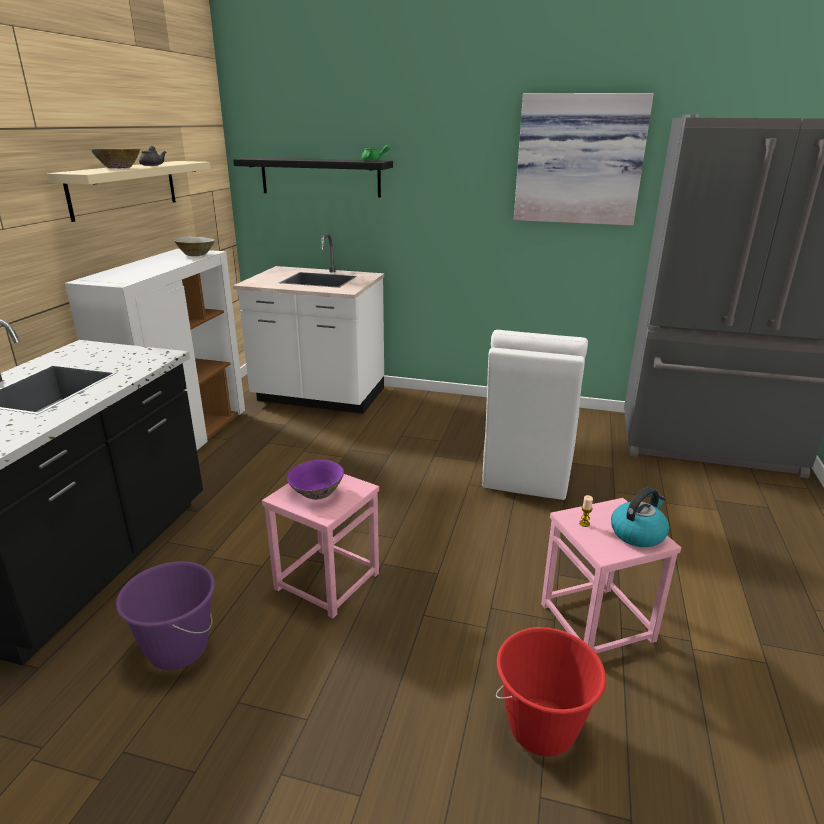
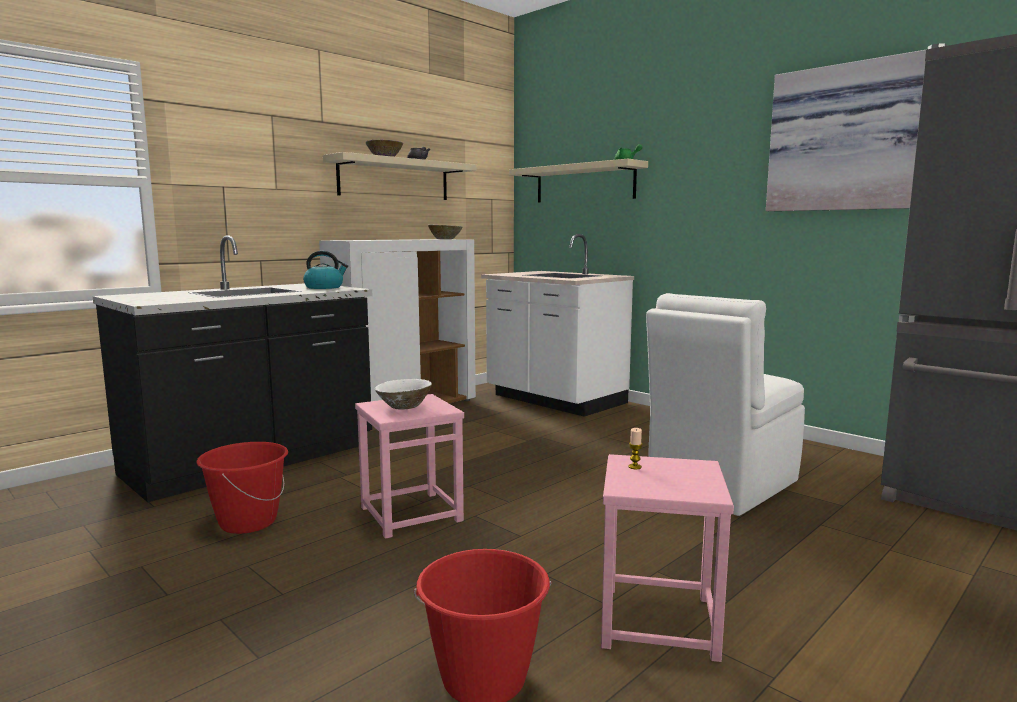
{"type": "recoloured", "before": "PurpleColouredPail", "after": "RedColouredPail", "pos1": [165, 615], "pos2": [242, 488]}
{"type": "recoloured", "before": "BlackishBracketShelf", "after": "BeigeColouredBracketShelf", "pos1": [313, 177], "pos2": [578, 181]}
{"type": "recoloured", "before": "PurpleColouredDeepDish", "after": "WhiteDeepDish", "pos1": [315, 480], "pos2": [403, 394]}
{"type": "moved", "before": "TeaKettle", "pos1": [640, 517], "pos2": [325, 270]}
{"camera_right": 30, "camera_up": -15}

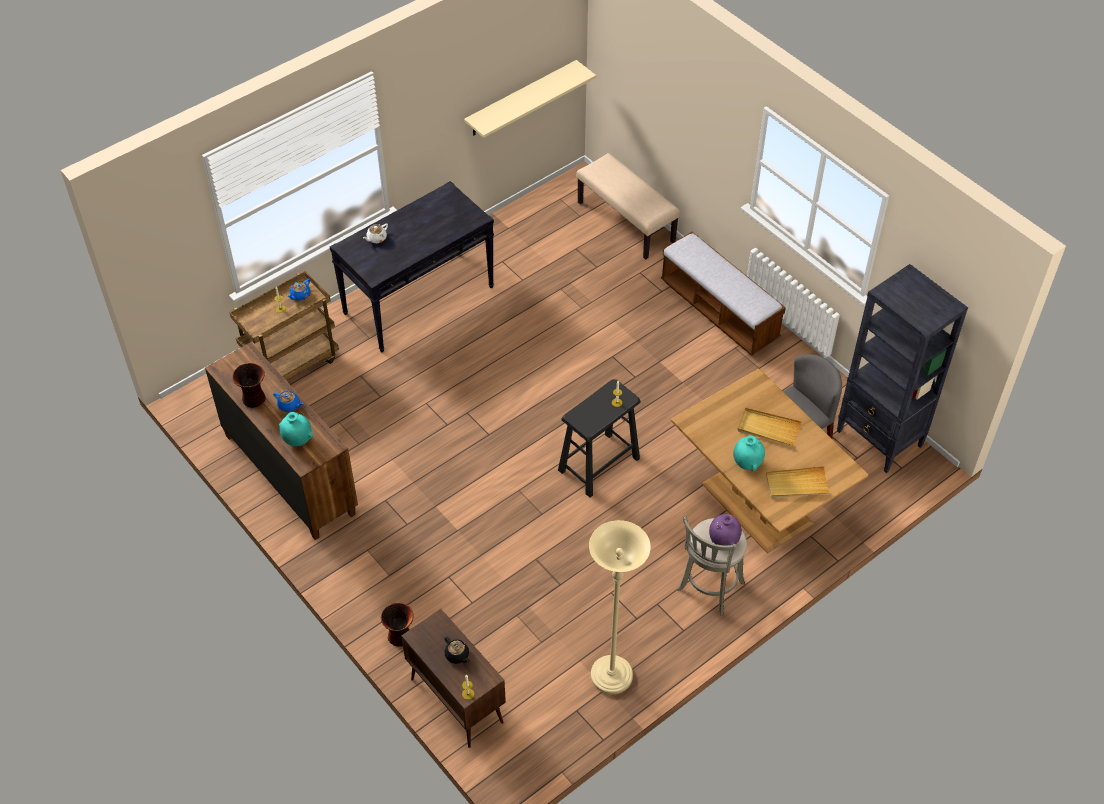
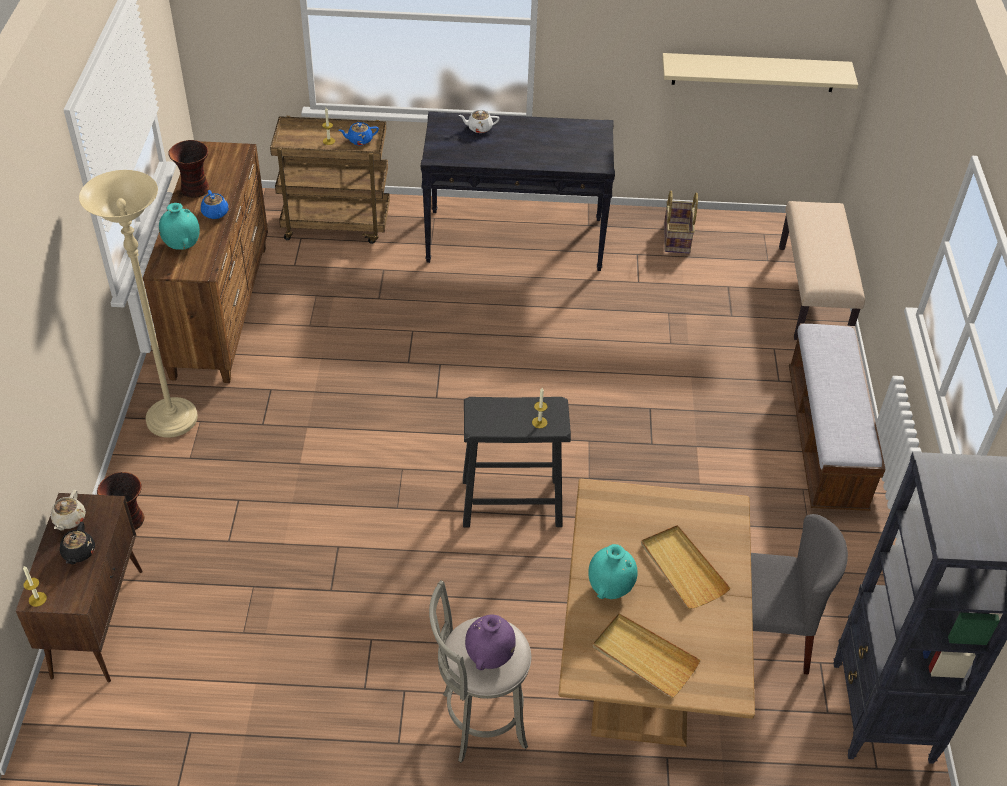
{"type": "moved", "before": "BeigeColouredFloorLamp", "pos1": [620, 607], "pos2": [138, 304]}
{"type": "added", "after": "BeigeColouredTeapot", "pos2": [68, 510]}
{"type": "added", "after": "StorageBasket", "pos2": [681, 222]}
{"camera_right": 40, "camera_up": -5}

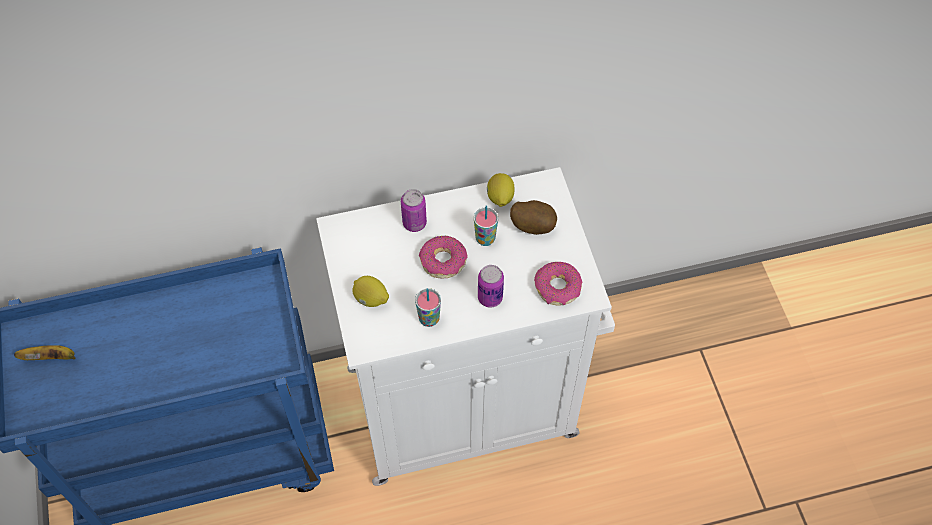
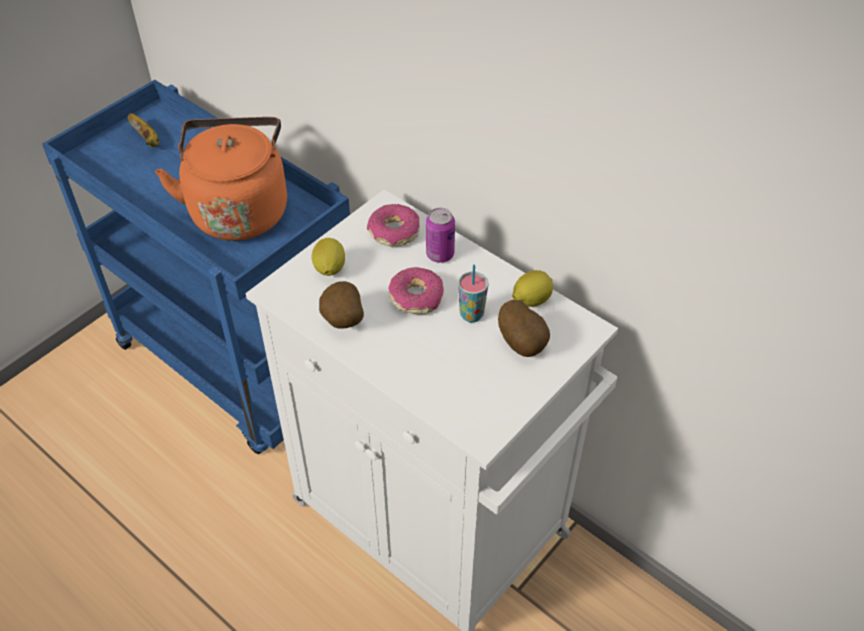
{"type": "replaced", "before": "SmallCup", "after": "Potato", "pos1": [428, 307], "pos2": [341, 305]}
{"type": "removed", "before": "MetalCan", "pos1": [491, 286]}
{"type": "moved", "before": "Donut", "pos1": [558, 284], "pos2": [393, 225]}
{"type": "added", "after": "OrangeTeaKettle", "pos2": [221, 179]}
{"camera_right": 55, "camera_up": -10}

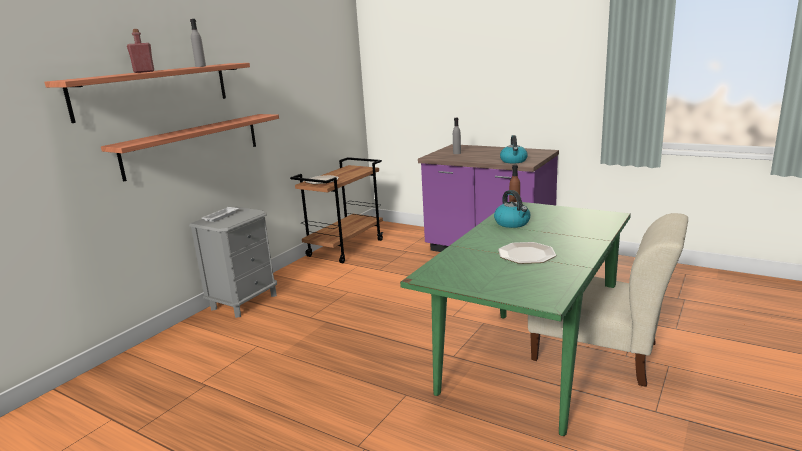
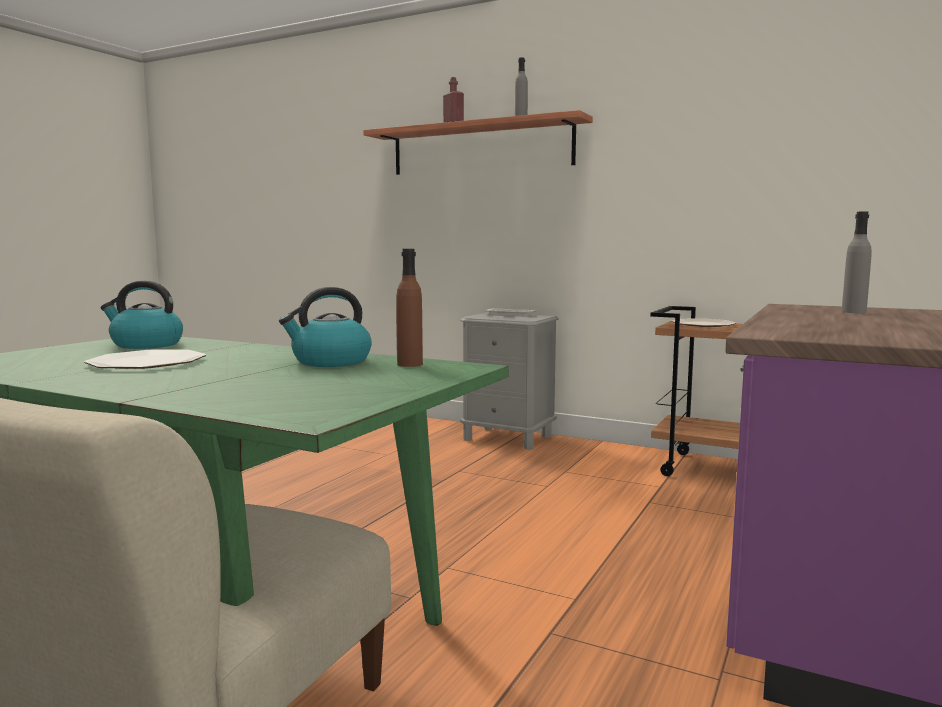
{"type": "removed", "before": "BracketShelf", "pos1": [190, 148]}
{"type": "moved", "before": "TeaKettle", "pos1": [514, 149], "pos2": [142, 315]}
{"camera_right": 85, "camera_up": -10}

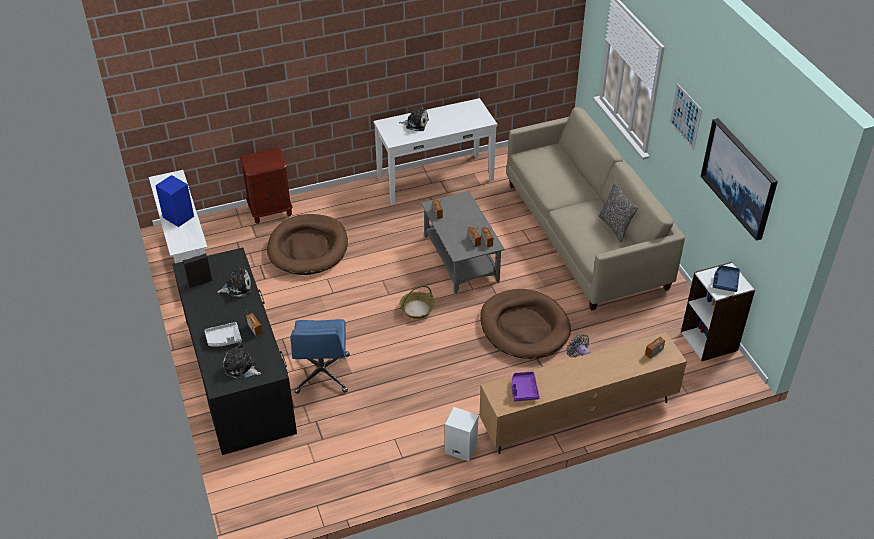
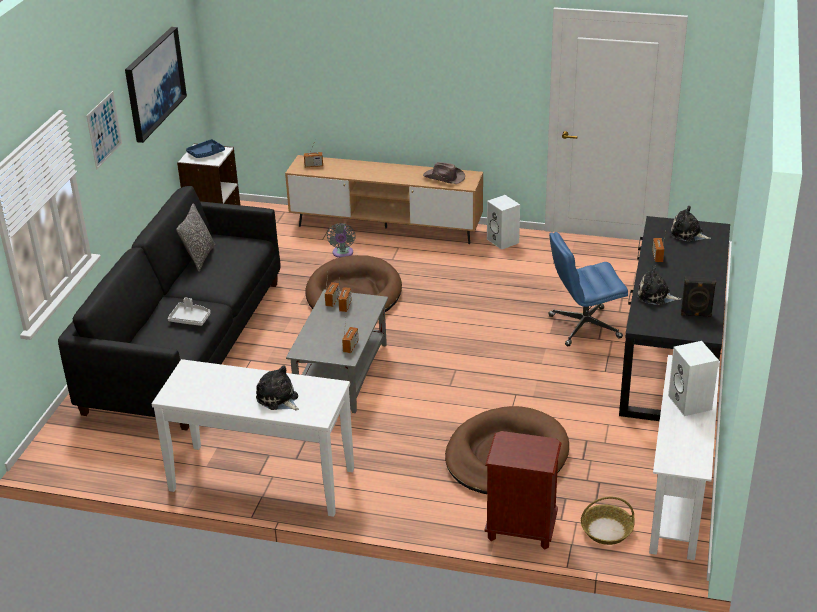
{"type": "recoloured", "before": "BlueSpeaker", "after": "WhiteSpeaker", "pos1": [174, 201], "pos2": [693, 378]}
{"type": "moved", "before": "GreyishTray", "pos1": [223, 334], "pos2": [189, 312]}
{"type": "turned", "before": "SoftToy", "pos1": [242, 360], "pos2": [690, 224], "turn": 150}
{"type": "turned", "before": "BlueDeskChair", "pos1": [320, 356], "pos2": [588, 289], "turn": -135}
{"type": "moved", "before": "StorageBasket", "pos1": [417, 302], "pos2": [607, 521]}
{"type": "recoloured", "before": "BeigeColouredSofa", "after": "BlackishSofa", "pos1": [595, 209], "pos2": [169, 308]}
{"type": "replaced", "before": "PurpleColouredTray", "after": "BrownColouredWearableHat", "pos1": [525, 386], "pos2": [444, 173]}
{"camera_right": -145, "camera_up": -10}

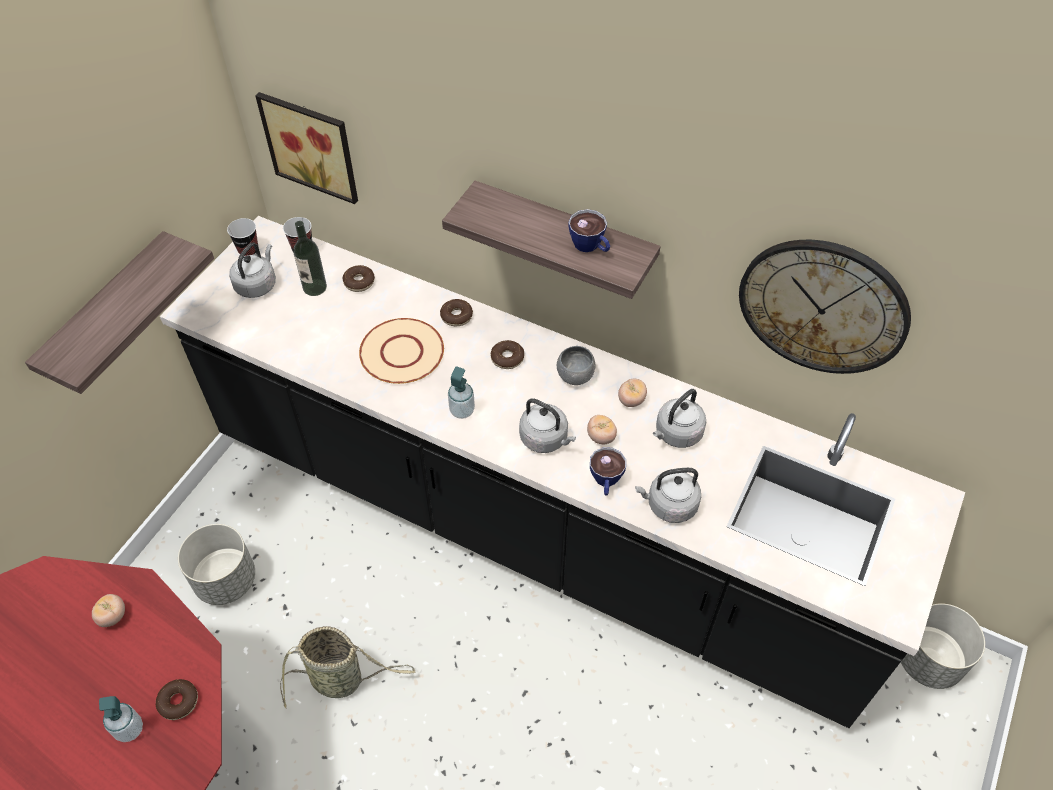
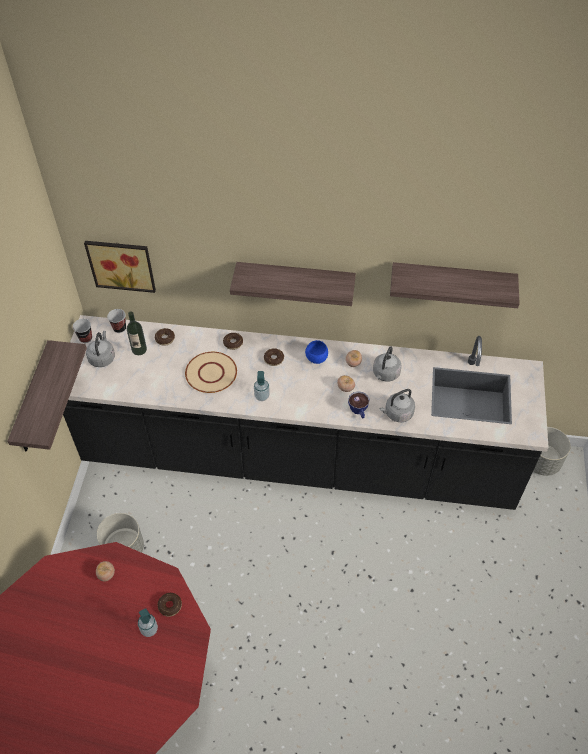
{"type": "removed", "before": "StorageBasket", "pos1": [347, 667]}
{"type": "removed", "before": "GreyishTeaKettle", "pos1": [547, 425]}
{"type": "recoloured", "before": "GreyishDeepDish", "after": "BlueDeepDish", "pos1": [576, 365], "pos2": [316, 352]}
{"type": "removed", "before": "SmallCup", "pos1": [589, 230]}
{"type": "replaced", "before": "ClockOnTheWall", "after": "BracketShelf", "pos1": [825, 307], "pos2": [455, 285]}
{"camera_right": -20, "camera_up": 0}

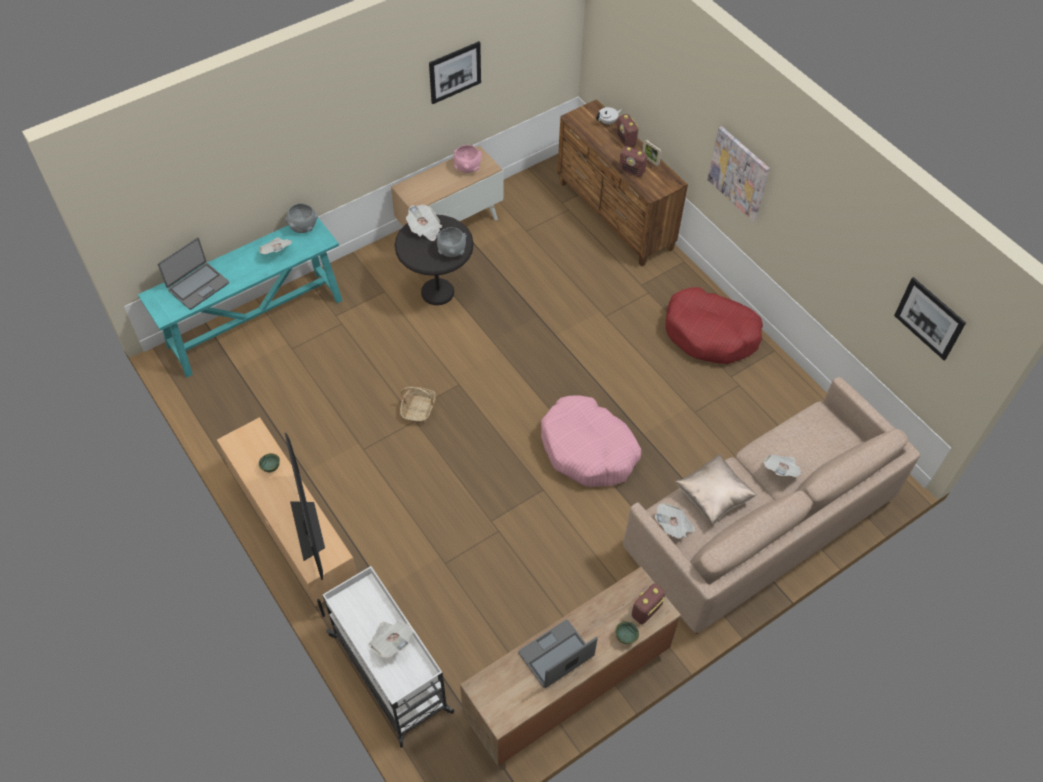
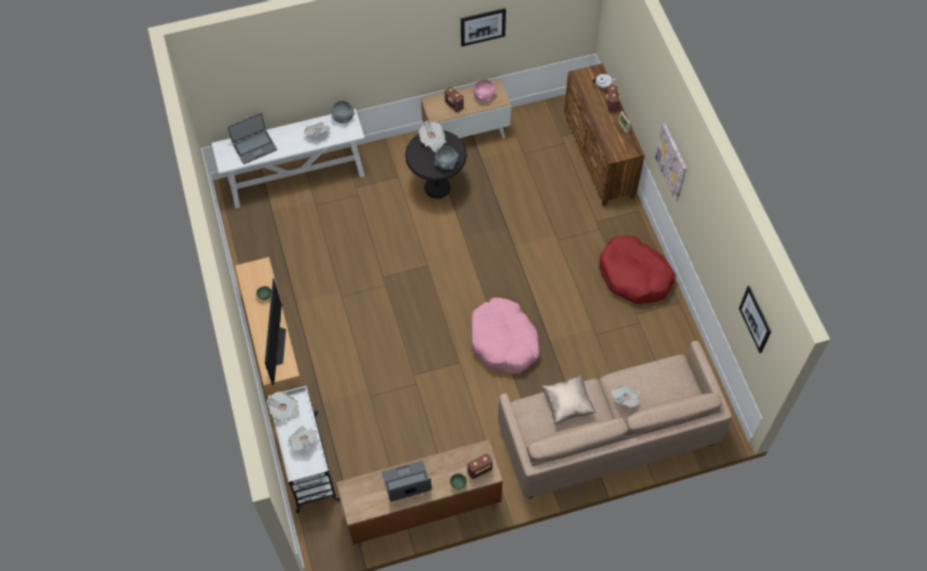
{"type": "recoloured", "before": "BlueGreenNarrowTable", "after": "WhiteNarrowTable", "pos1": [240, 298], "pos2": [288, 158]}
{"type": "removed", "before": "StorageBasket", "pos1": [418, 405]}
{"type": "moved", "before": "Radio", "pos1": [633, 161], "pos2": [454, 99]}
{"type": "moved", "before": "PrintedPaper", "pos1": [675, 521], "pos2": [283, 406]}
{"camera_right": 20, "camera_up": 5}

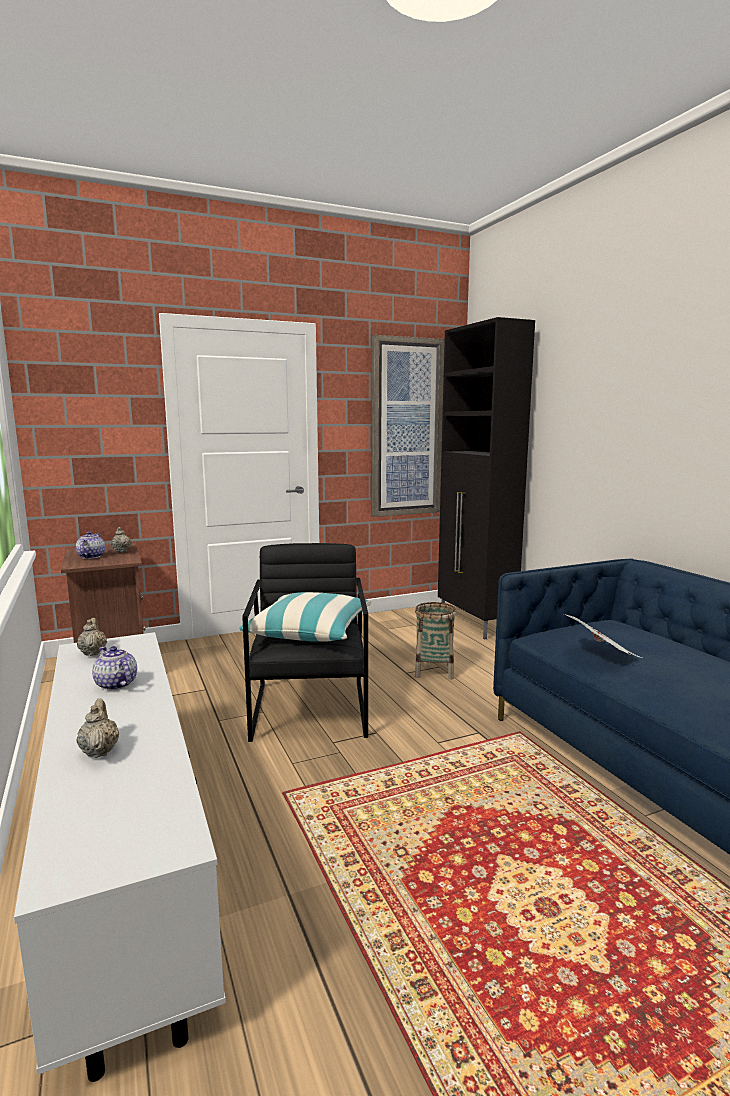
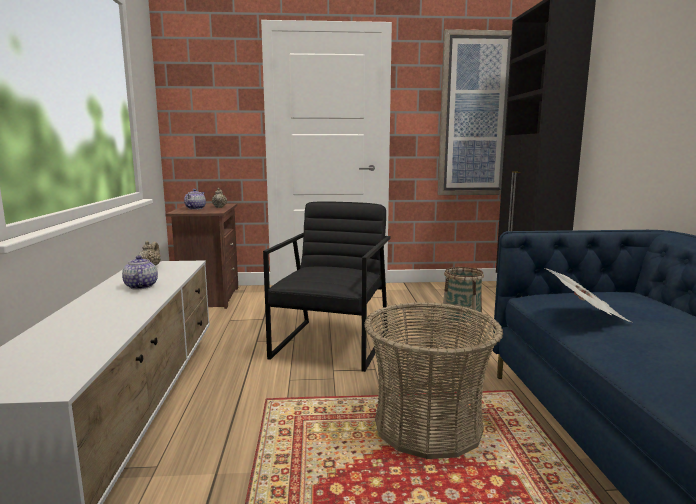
{"type": "removed", "before": "BeigeColouredTeapot", "pos1": [97, 728]}
{"type": "removed", "before": "Cushion", "pos1": [305, 617]}
{"type": "added", "after": "StorageBasket", "pos2": [433, 380]}
{"camera_right": 20, "camera_up": 0}

